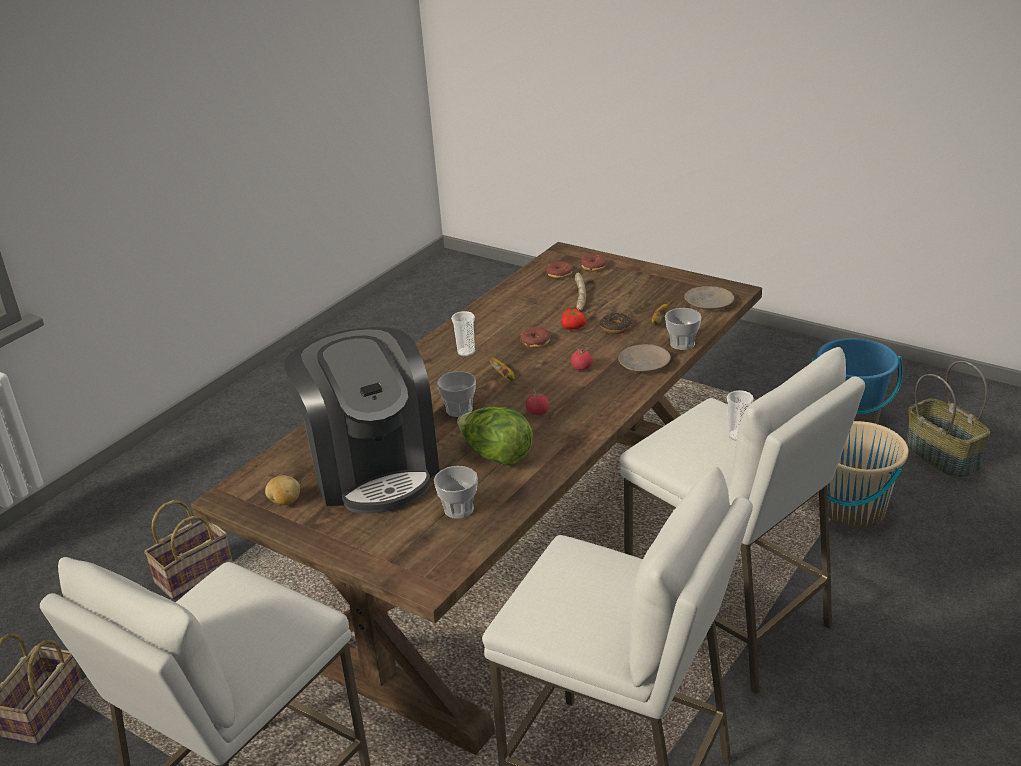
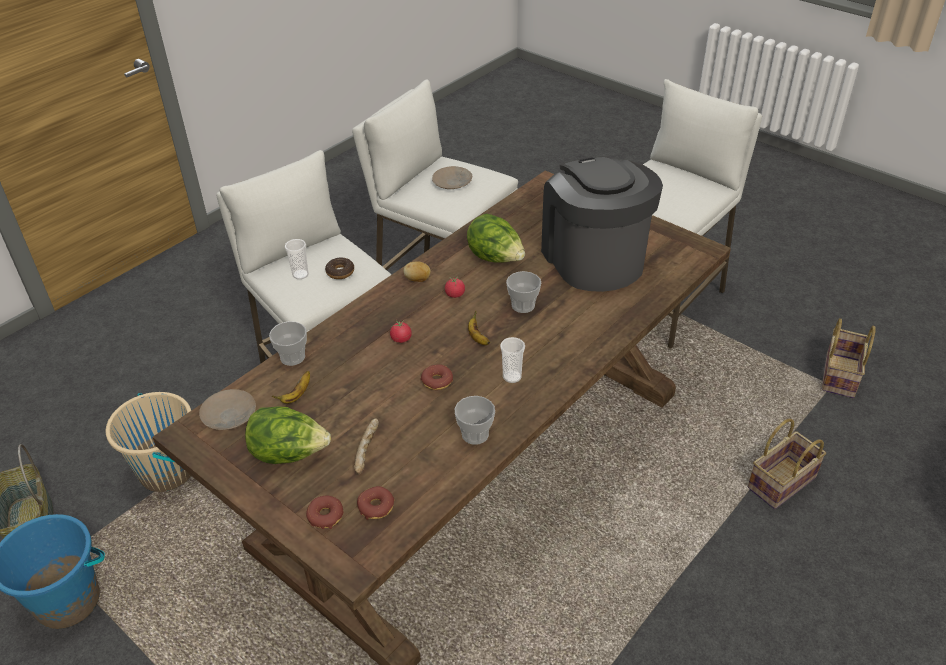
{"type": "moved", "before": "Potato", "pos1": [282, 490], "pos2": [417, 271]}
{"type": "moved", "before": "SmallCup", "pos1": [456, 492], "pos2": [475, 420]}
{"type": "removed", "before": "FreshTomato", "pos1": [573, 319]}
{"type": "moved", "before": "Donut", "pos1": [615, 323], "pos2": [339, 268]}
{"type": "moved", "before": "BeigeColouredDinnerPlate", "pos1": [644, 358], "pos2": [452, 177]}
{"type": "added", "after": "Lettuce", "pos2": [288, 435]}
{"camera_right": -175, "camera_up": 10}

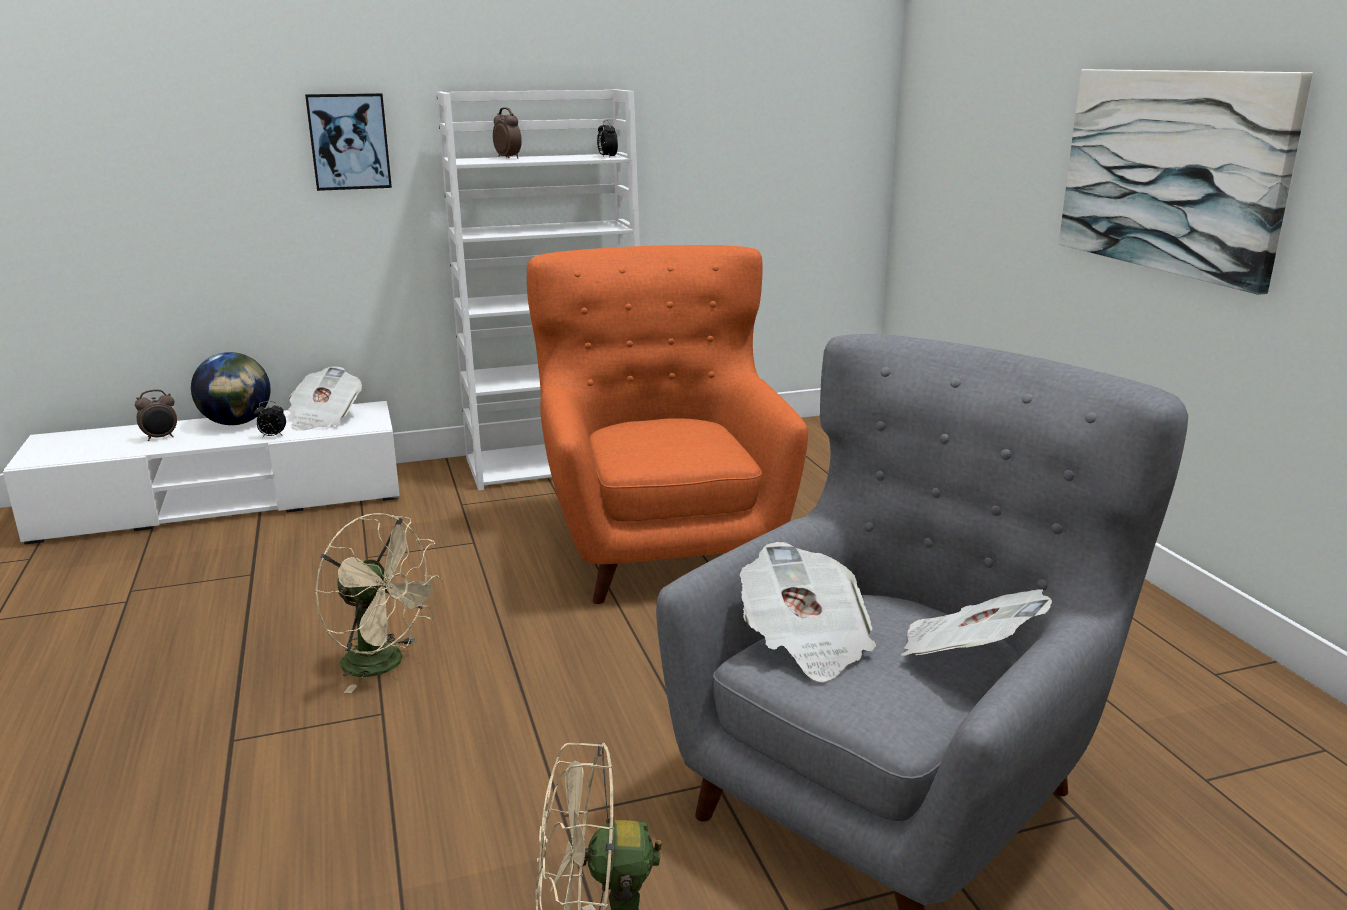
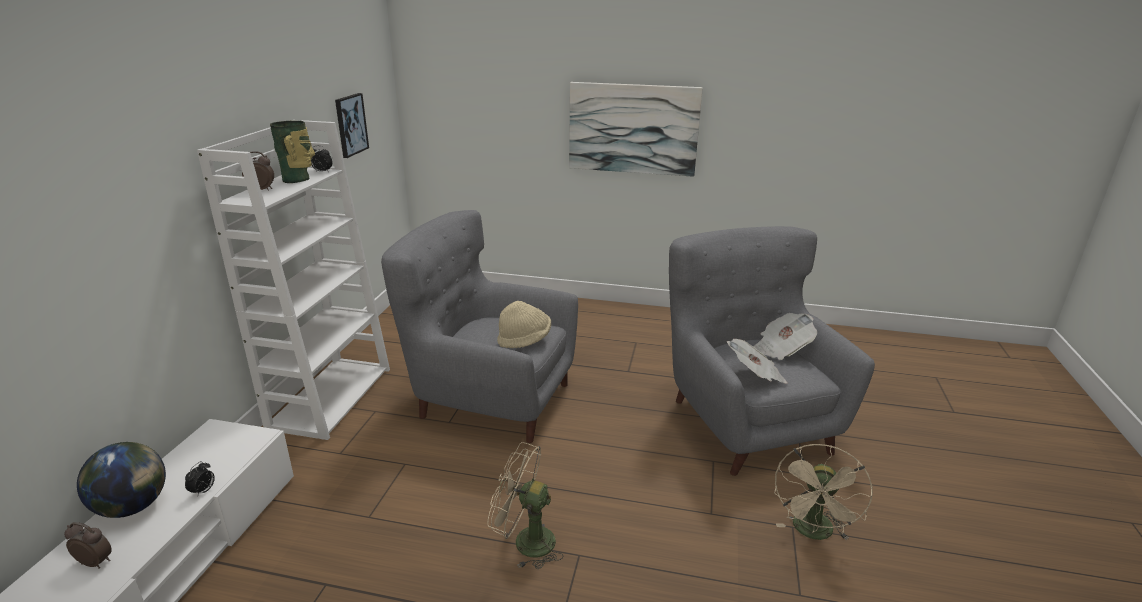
{"type": "turned", "before": "TableClock", "pos1": [156, 415], "pos2": [88, 545], "turn": -75}
{"type": "removed", "before": "PrintedPaper", "pos1": [325, 398]}
{"type": "moved", "before": "Picture", "pos1": [348, 142], "pos2": [352, 125]}
{"type": "turned", "before": "BeigeColouredElectricFan", "pos1": [379, 603], "pos2": [525, 505], "turn": -135}
{"type": "recoloured", "before": "OrangeLoungeChair", "after": "GreyishLoungeChair", "pos1": [667, 424], "pos2": [479, 326]}
{"type": "added", "after": "DecorativeVase", "pos2": [292, 151]}
{"type": "added", "after": "BeigeColouredWearableHat", "pos2": [524, 324]}
{"camera_right": -60, "camera_up": 5}

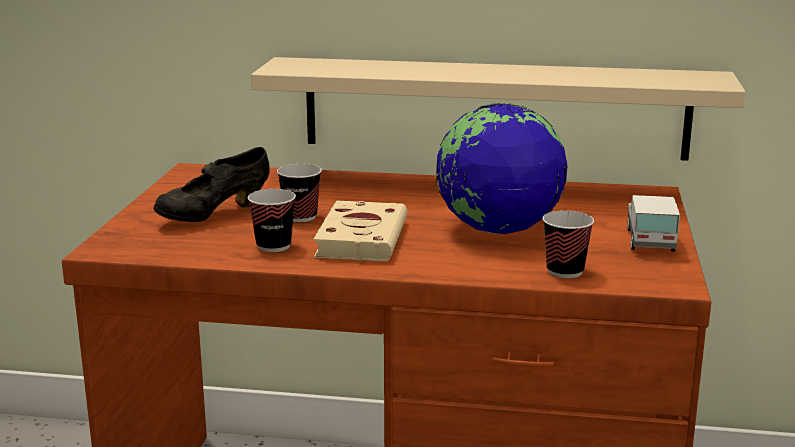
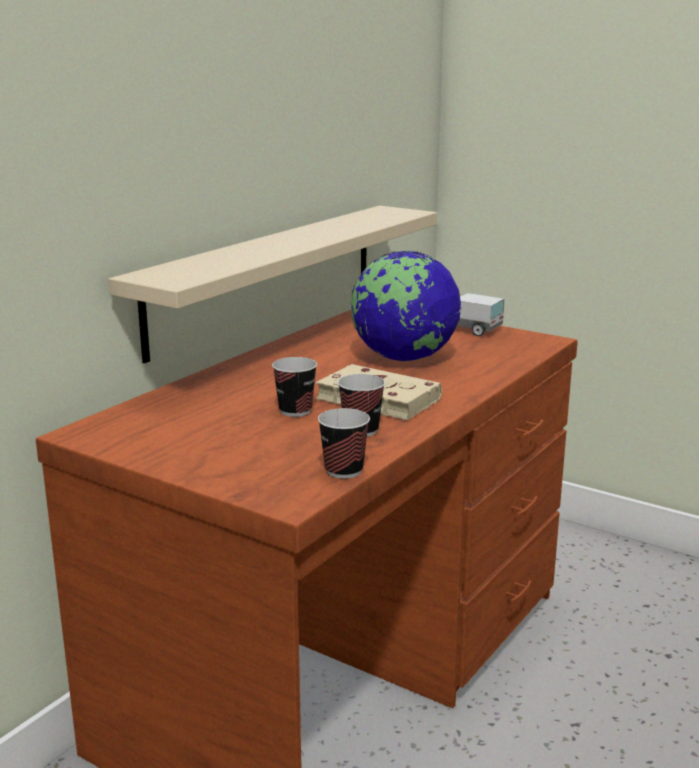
{"type": "removed", "before": "BlackishLowShoe", "pos1": [211, 184]}
{"type": "moved", "before": "SmallCup", "pos1": [568, 244], "pos2": [344, 443]}
{"camera_right": -65, "camera_up": 0}

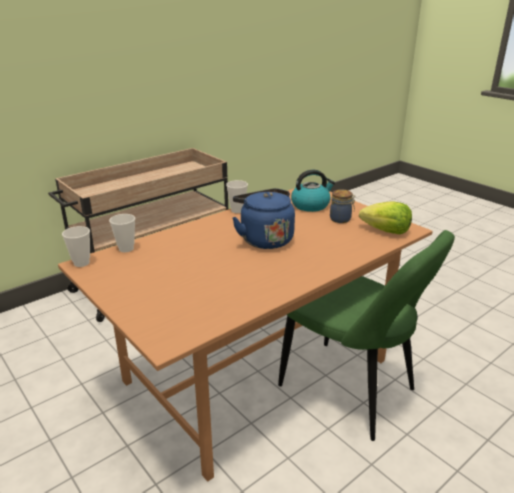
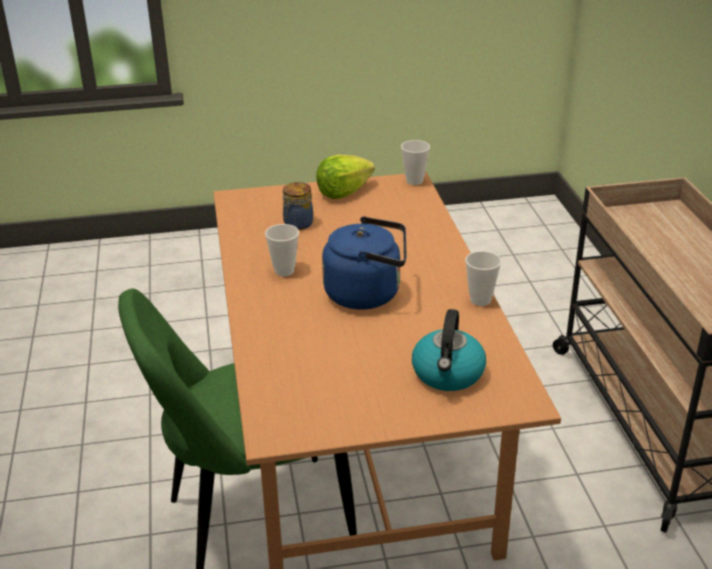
{"type": "moved", "before": "SmallCup", "pos1": [122, 233], "pos2": [282, 250]}
{"type": "moved", "before": "StorageJar", "pos1": [342, 206], "pos2": [298, 206]}
{"type": "moved", "before": "Lettuce", "pos1": [385, 217], "pos2": [345, 177]}
{"camera_right": 120, "camera_up": 5}

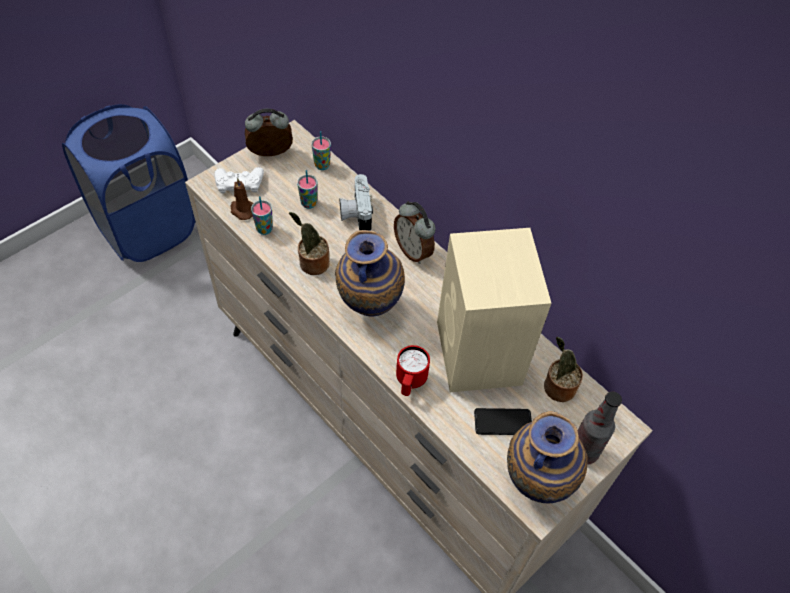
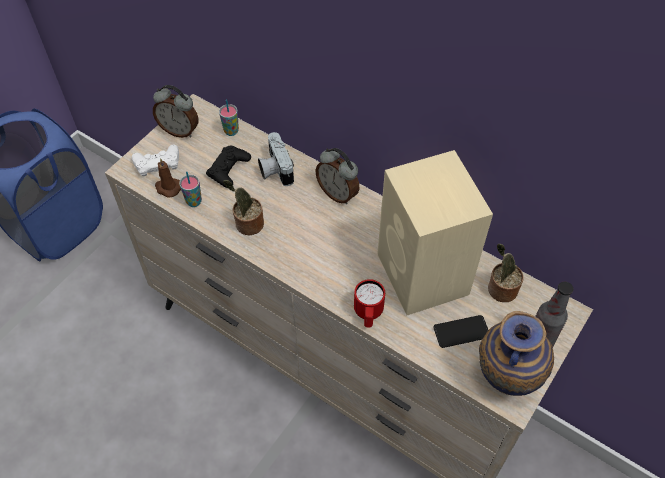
{"type": "turned", "before": "TableClock", "pos1": [269, 132], "pos2": [176, 111], "turn": -135}
{"type": "replaced", "before": "SmallCup", "after": "BlackishGamepad", "pos1": [307, 189], "pos2": [228, 167]}
{"type": "removed", "before": "DecorativeVase", "pos1": [370, 273]}
{"camera_right": -10, "camera_up": 0}

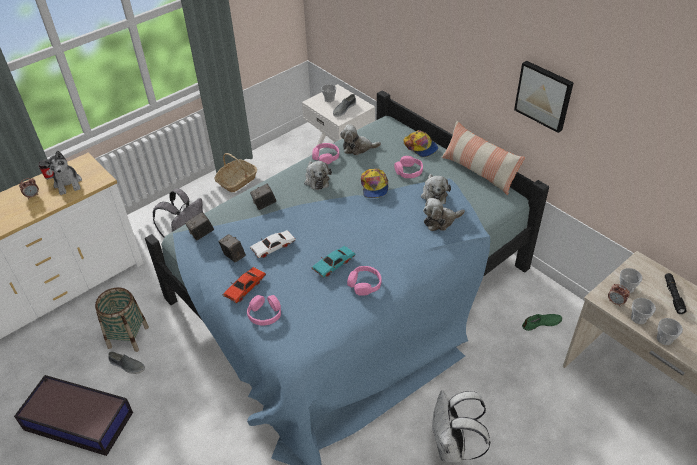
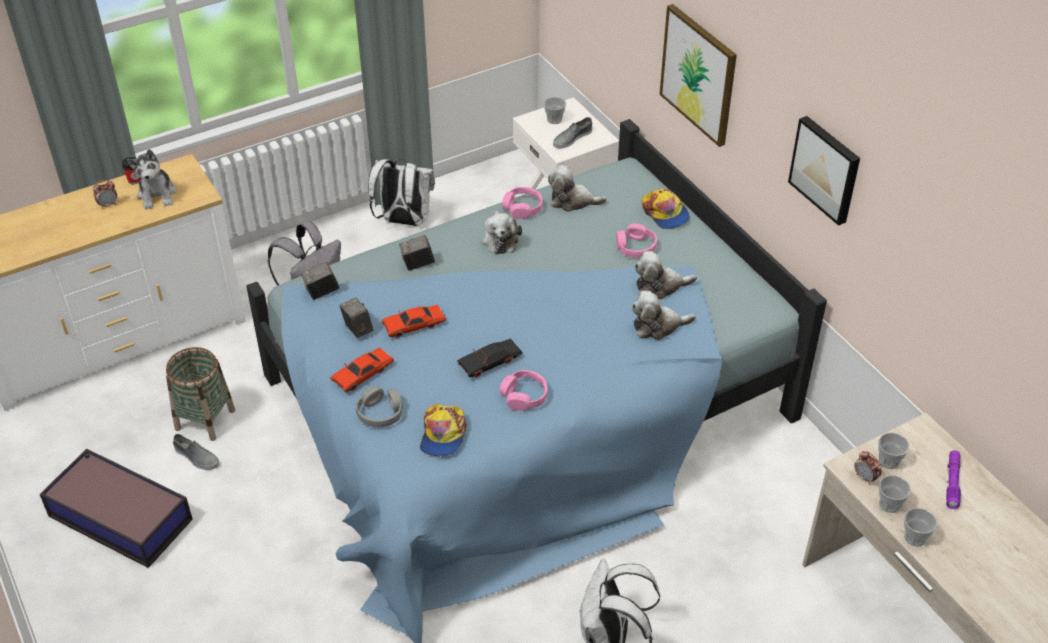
{"type": "replaced", "before": "StorageBasket", "after": "WhiteRucksack", "pos1": [235, 172], "pos2": [401, 192]}
{"type": "recoloured", "before": "PinkColouredPairOfHeadphones", "after": "GreyishPairOfHeadphones", "pos1": [264, 310], "pos2": [379, 406]}
{"type": "recoloured", "before": "WhiteModelCar", "after": "RedColouredModelCar", "pos1": [273, 244], "pos2": [413, 321]}
{"type": "recoloured", "before": "BlueGreenModelCar", "after": "BlackishModelCar", "pos1": [333, 262], "pos2": [489, 358]}
{"type": "moved", "before": "BaseballCap", "pos1": [374, 183], "pos2": [443, 430]}
{"type": "turned", "before": "SoftToy", "pos1": [436, 189], "pos2": [665, 275], "turn": 75}
{"type": "removed", "before": "Cushion", "pos1": [483, 158]}
{"type": "removed", "before": "GreenLowShoe", "pos1": [542, 322]}
{"type": "recoloured", "before": "BlackishTorch", "after": "PurpleColouredTorch", "pos1": [676, 293], "pos2": [953, 479]}
{"type": "added", "after": "Picture", "pos2": [698, 75]}
{"camera_right": 10, "camera_up": 0}

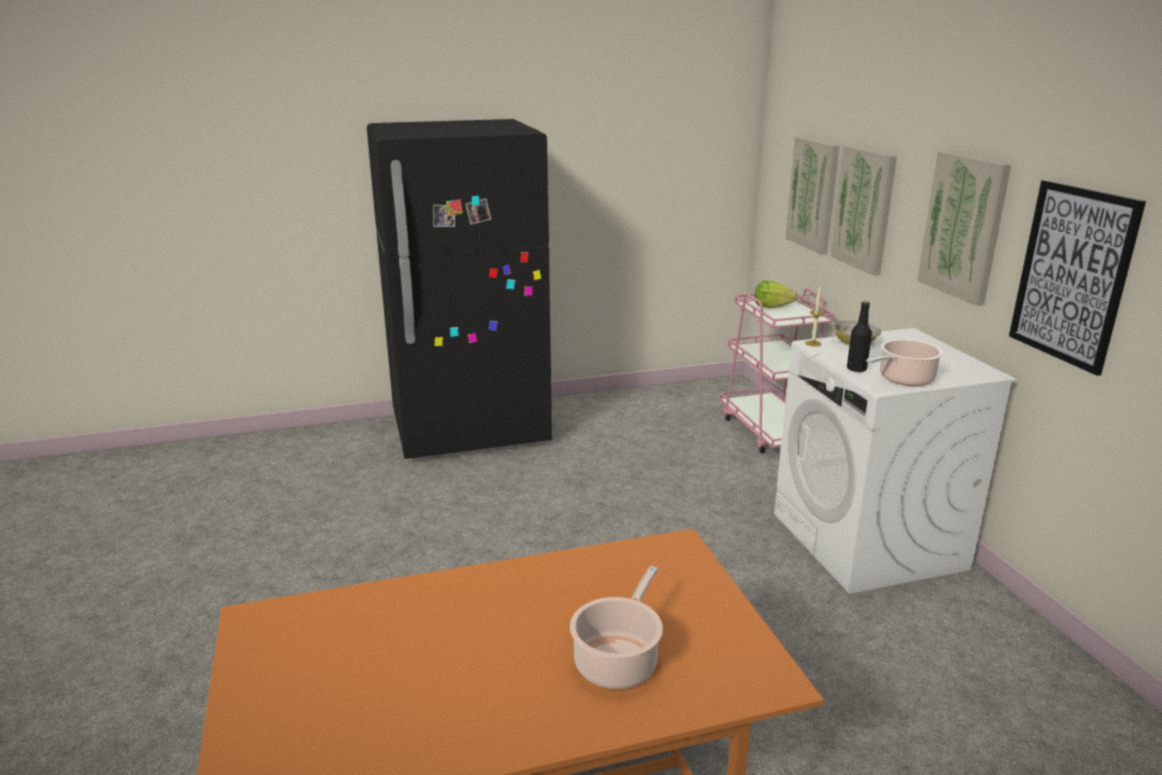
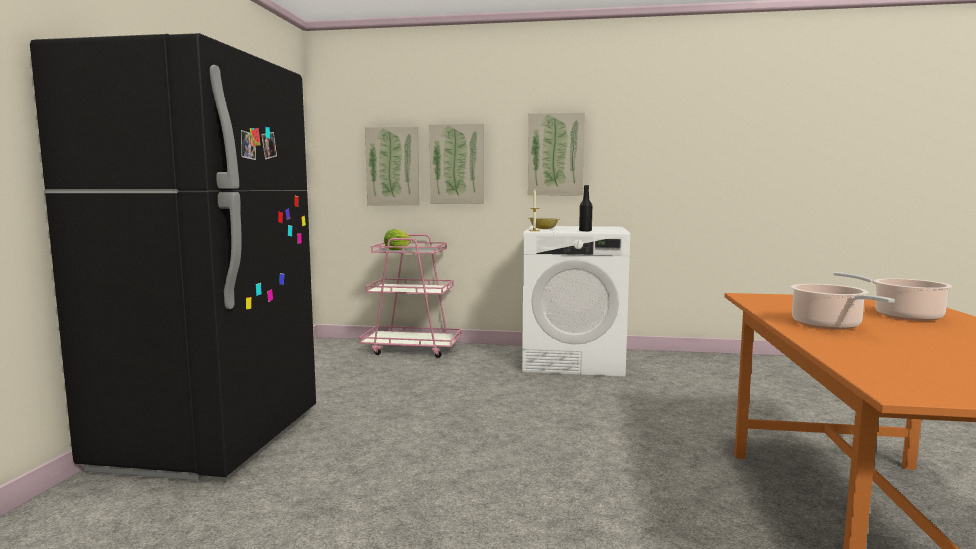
{"type": "moved", "before": "Stockpot", "pos1": [904, 362], "pos2": [843, 307]}
{"type": "removed", "before": "Picture", "pos1": [1077, 278]}
{"camera_right": -65, "camera_up": -15}

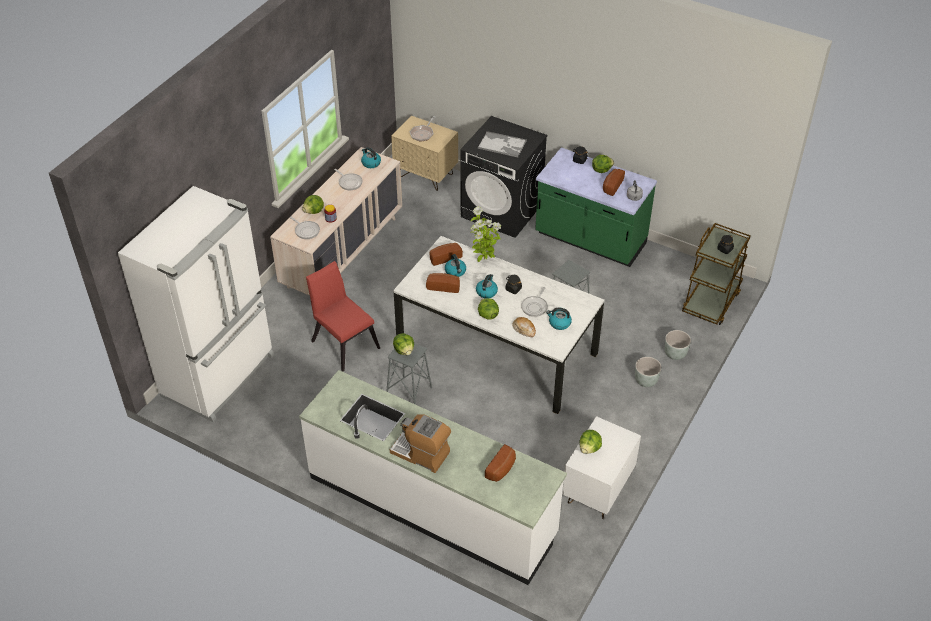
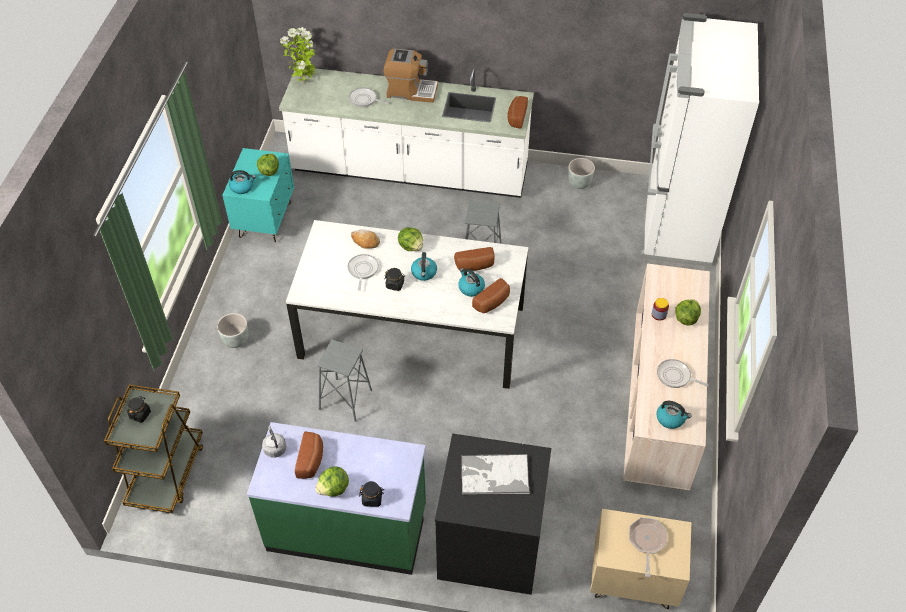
{"type": "moved", "before": "FryingPan", "pos1": [305, 227], "pos2": [369, 97]}
{"type": "removed", "before": "RedColouredPlainChair", "pos1": [343, 316]}
{"type": "removed", "before": "Lettuce", "pos1": [403, 344]}
{"type": "moved", "before": "PlantInAPot", "pos1": [485, 234], "pos2": [298, 55]}
{"type": "moved", "before": "BakeryBread", "pos1": [500, 463], "pos2": [518, 112]}
{"type": "moved", "before": "TeaKettle", "pos1": [559, 319], "pos2": [242, 182]}
{"type": "recoloured", "before": "WhiteNightstand", "after": "BlueGreenNightstand", "pos1": [601, 467], "pos2": [258, 195]}
{"type": "moved", "before": "GreyishFlowerPot", "pos1": [678, 345], "pos2": [581, 173]}
{"camera_right": 160, "camera_up": 5}

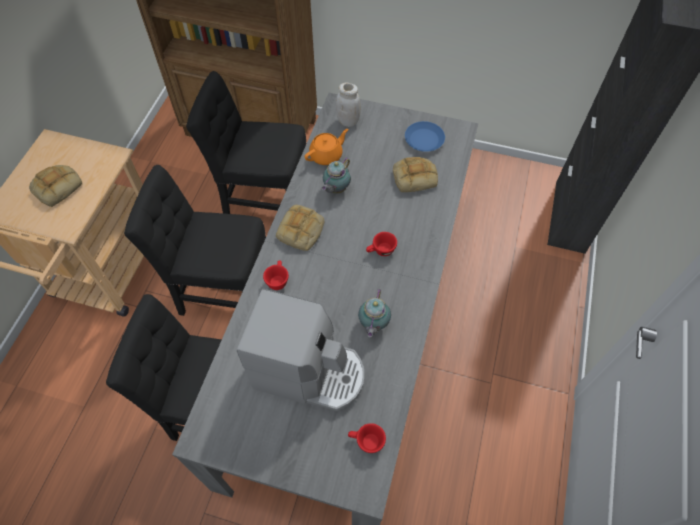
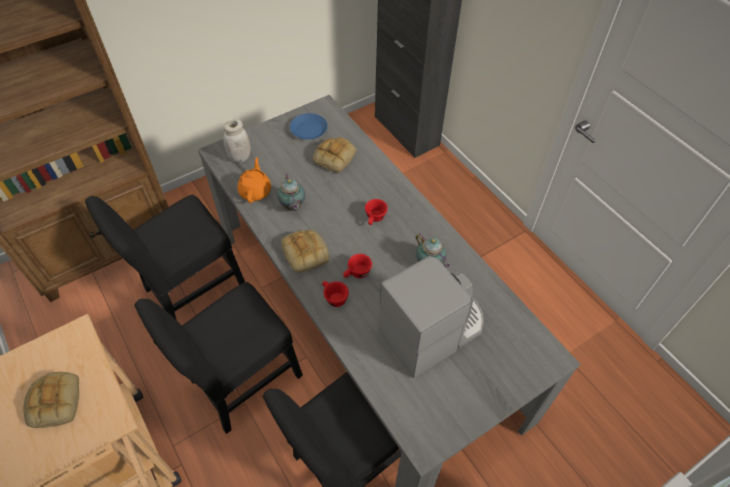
{"type": "moved", "before": "RedColouredSmallCup", "pos1": [367, 438], "pos2": [357, 266]}
{"camera_right": -50, "camera_up": -5}

